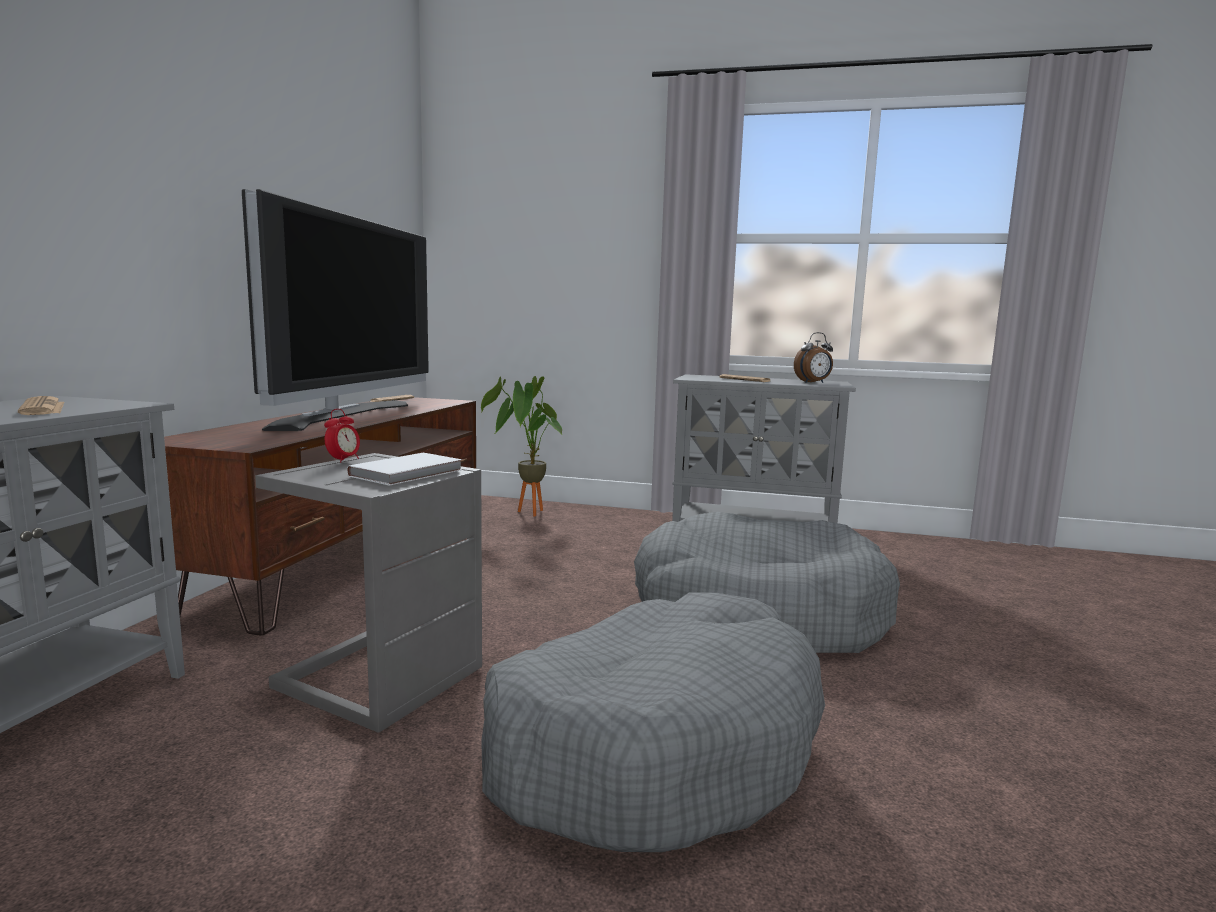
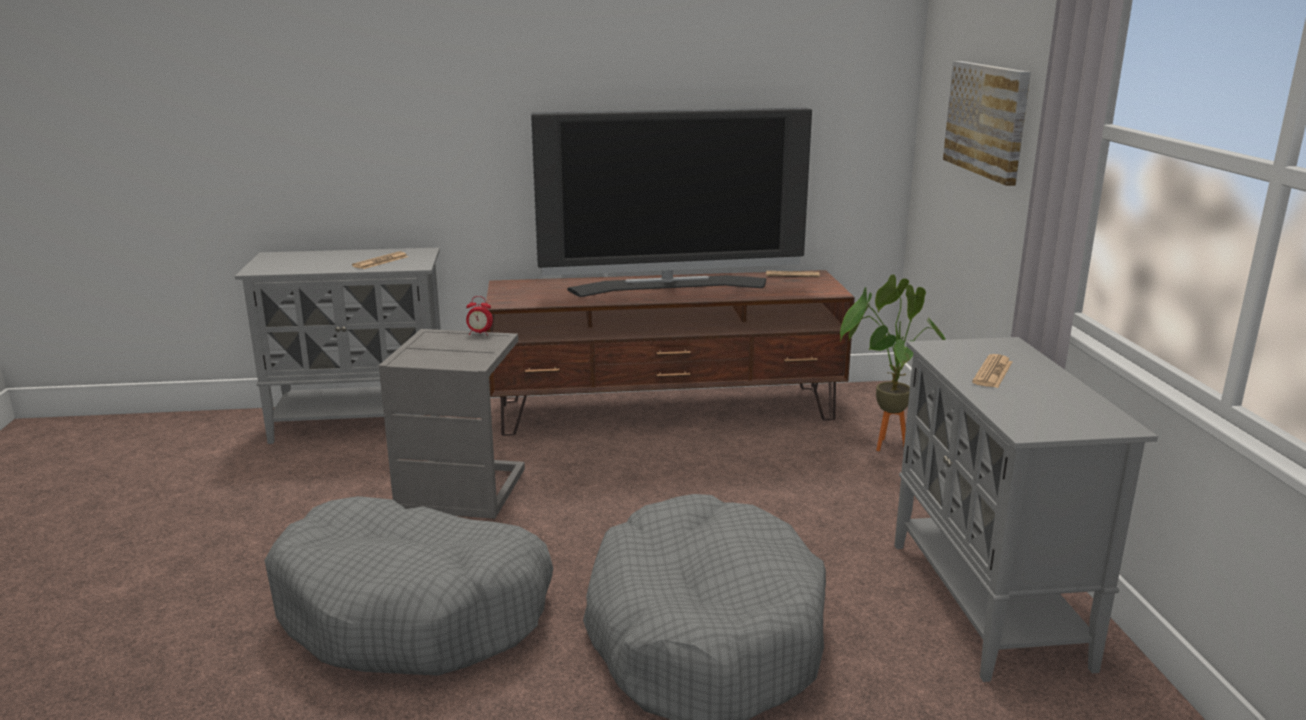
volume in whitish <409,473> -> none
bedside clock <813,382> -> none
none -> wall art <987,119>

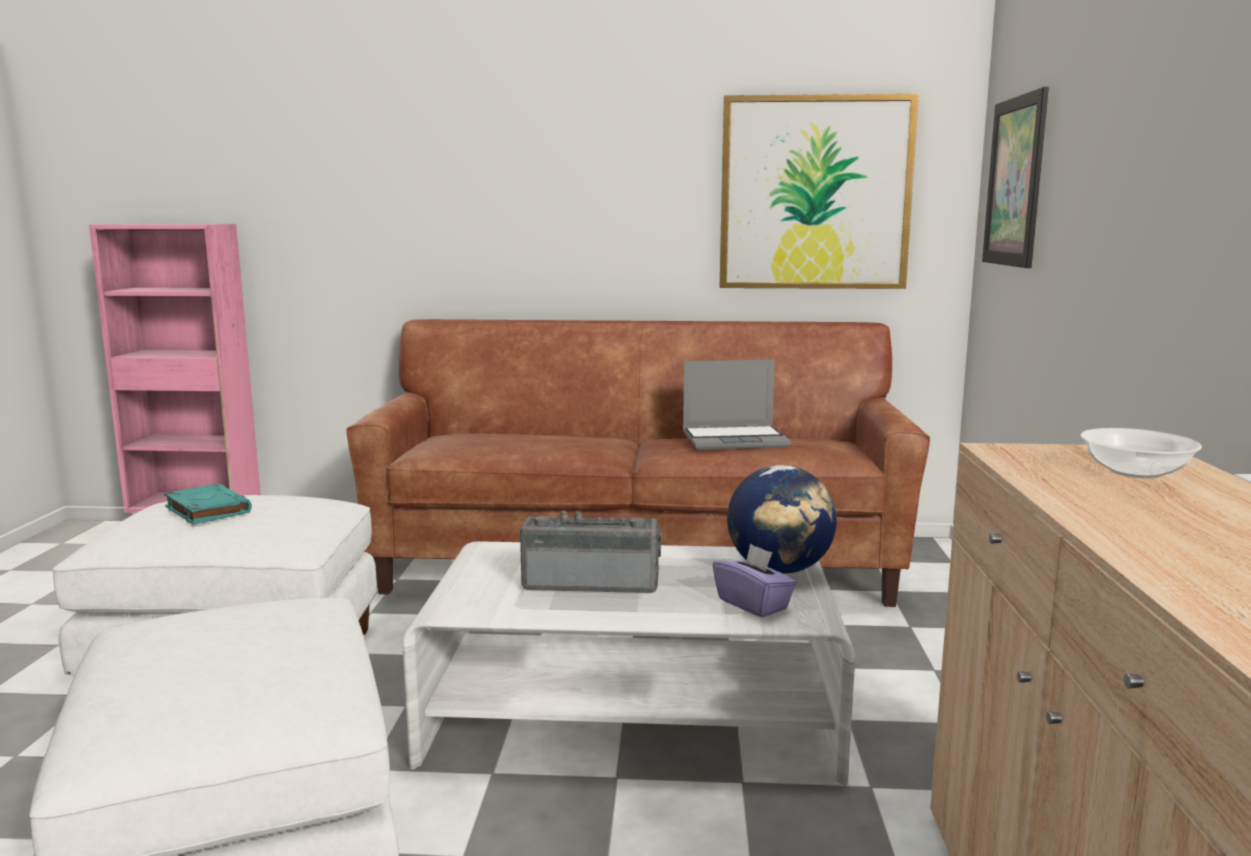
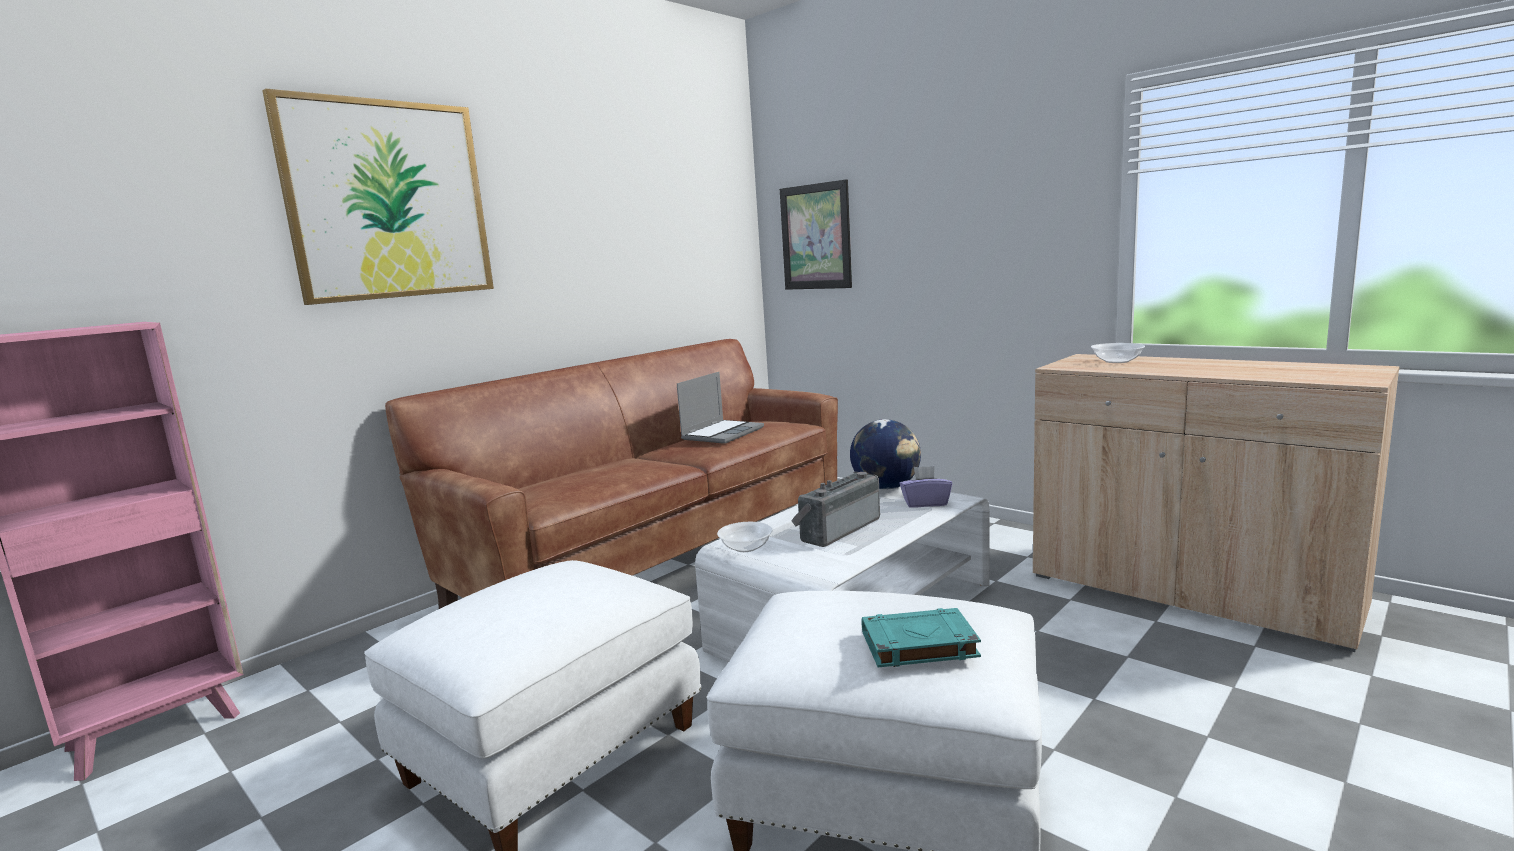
volume in turquoise-coloured <207,510> -> volume in turquoise-coloured <917,645>, shifted
wall art <815,193> -> wall art <389,201>, shifted
none -> bowl <745,547>

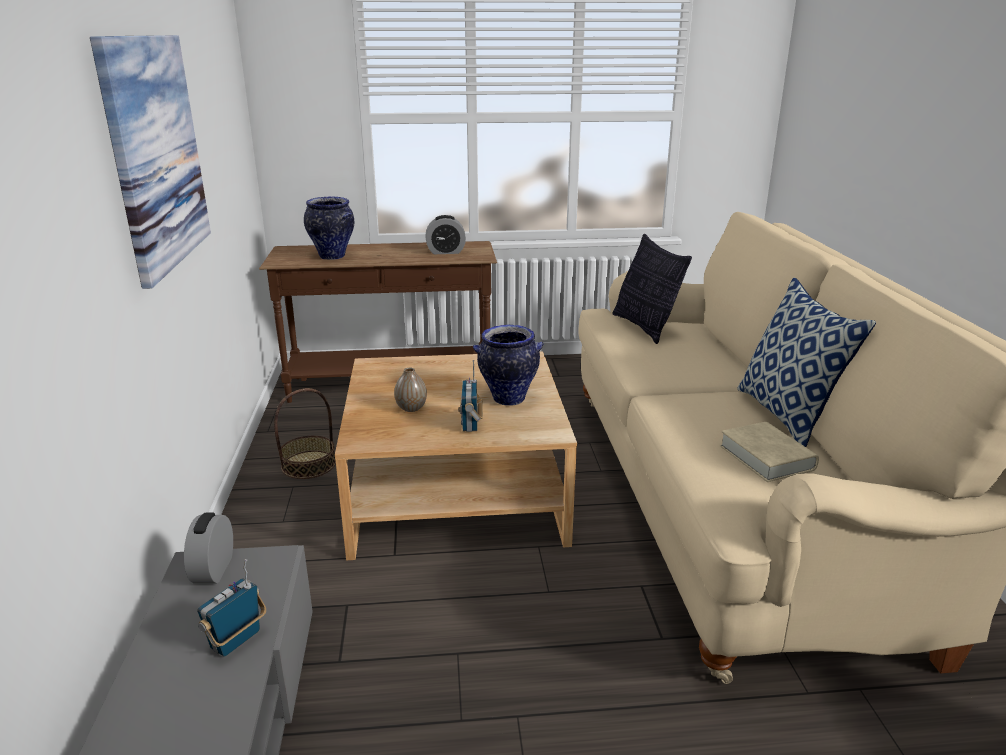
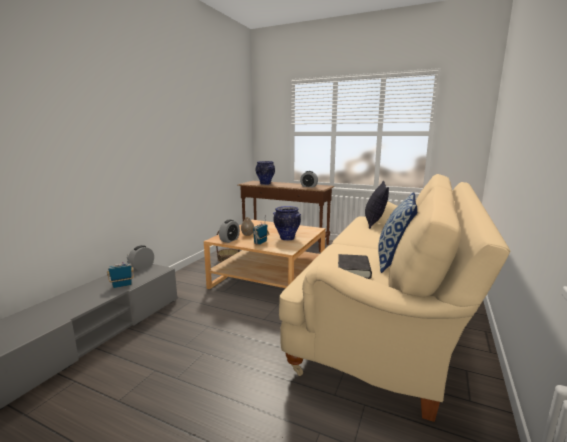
wall art <156,153> -> none
volume in beige-coloured <766,458> -> volume in blackish <353,270>
none -> bedside clock <229,240>

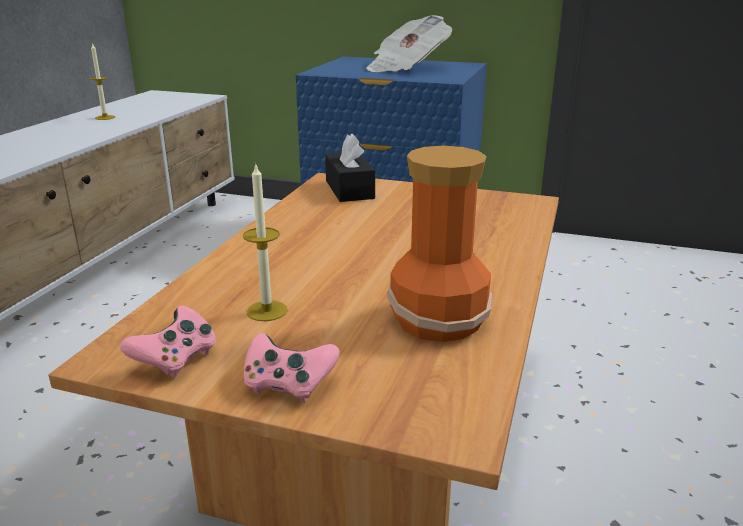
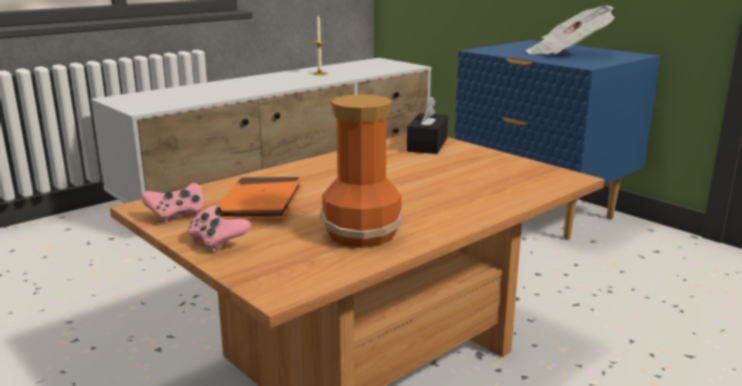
wax candle <267,311> -> volume in orange <260,204>

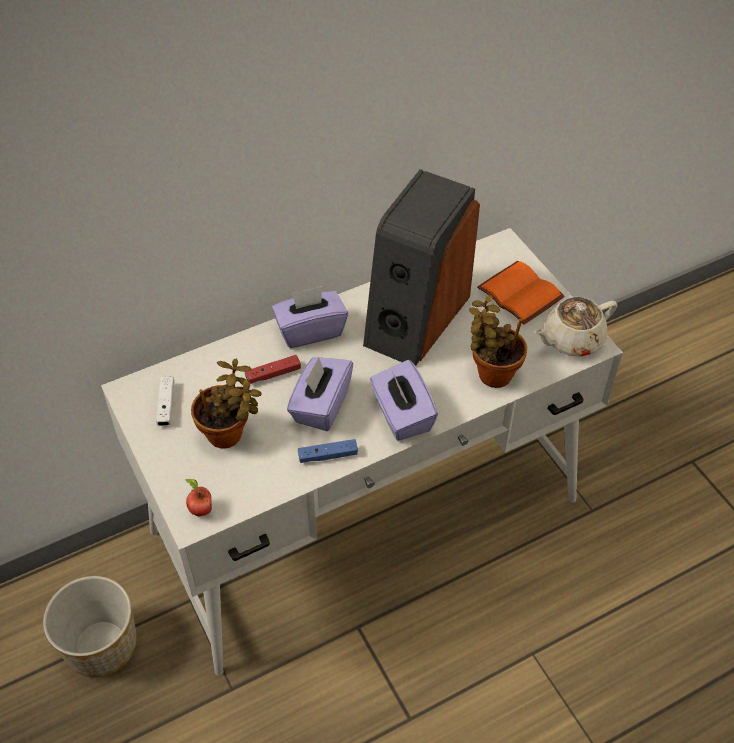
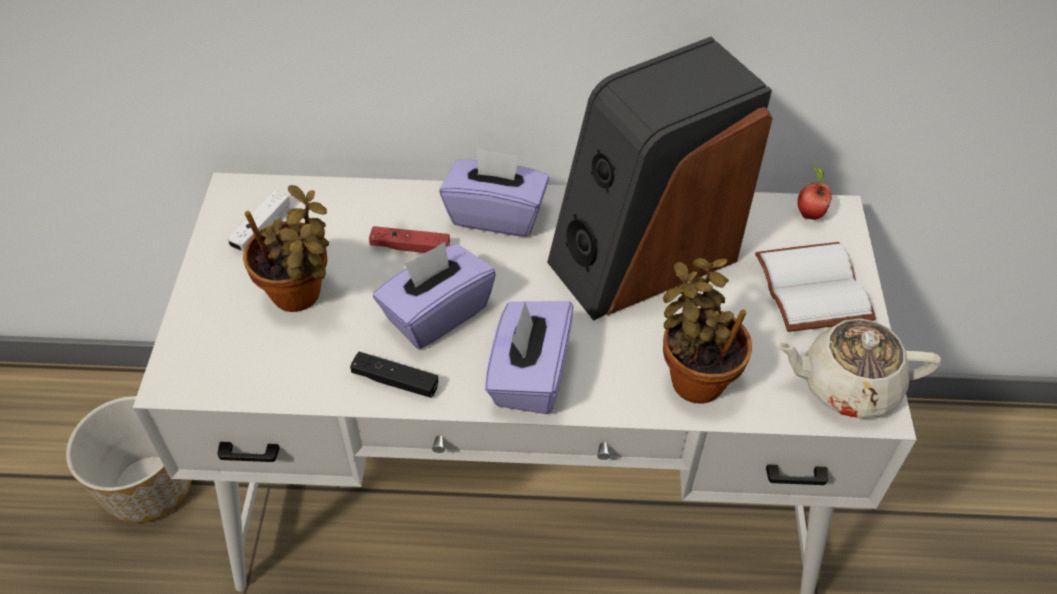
apple fruit <200,510> -> apple fruit <808,213>, shifted
game controller in blue <328,455> -> game controller in blackish <395,381>
volume in orange <522,293> -> volume in whitish <816,289>

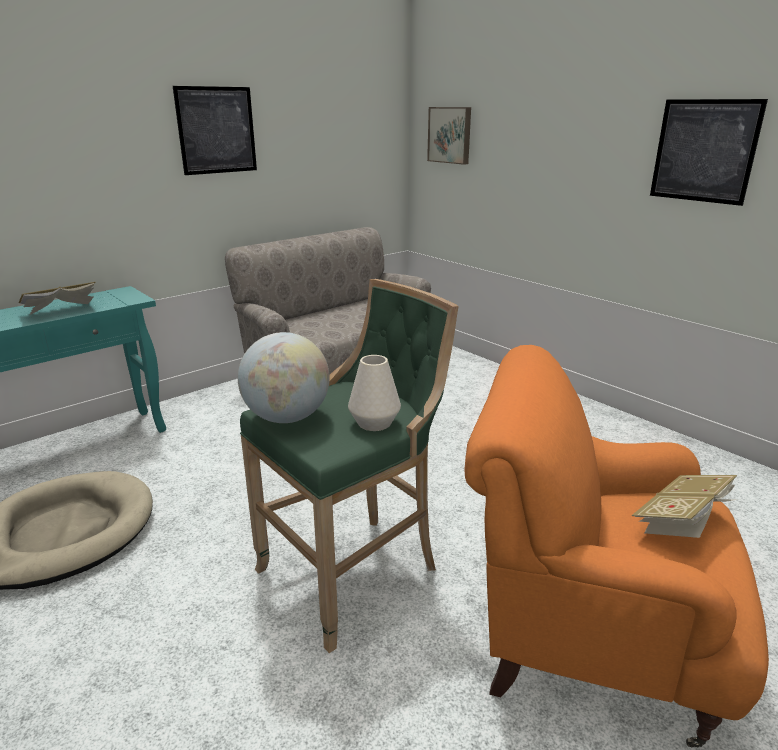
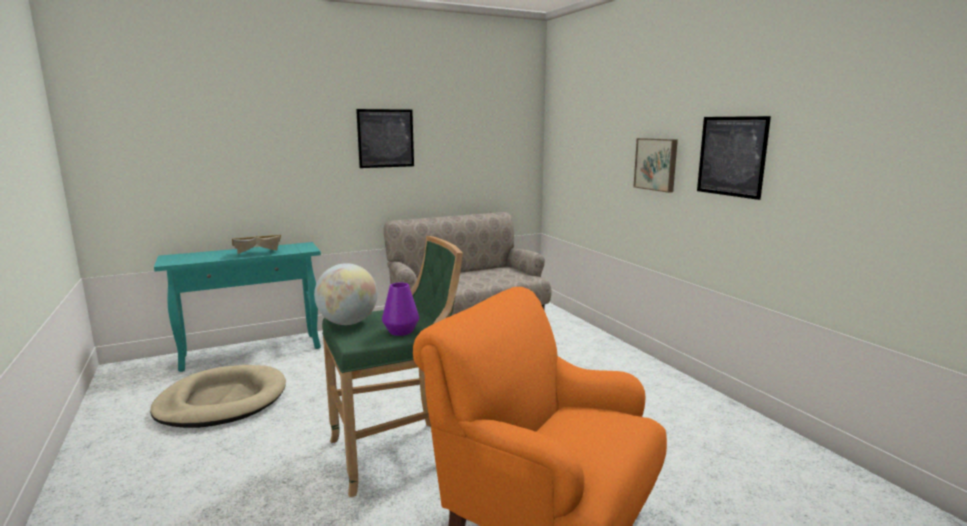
flower vase in whitish <374,423> -> flower vase in purple <400,331>
wall art <450,135> -> wall art <656,164>, shifted
volume <682,523> -> none

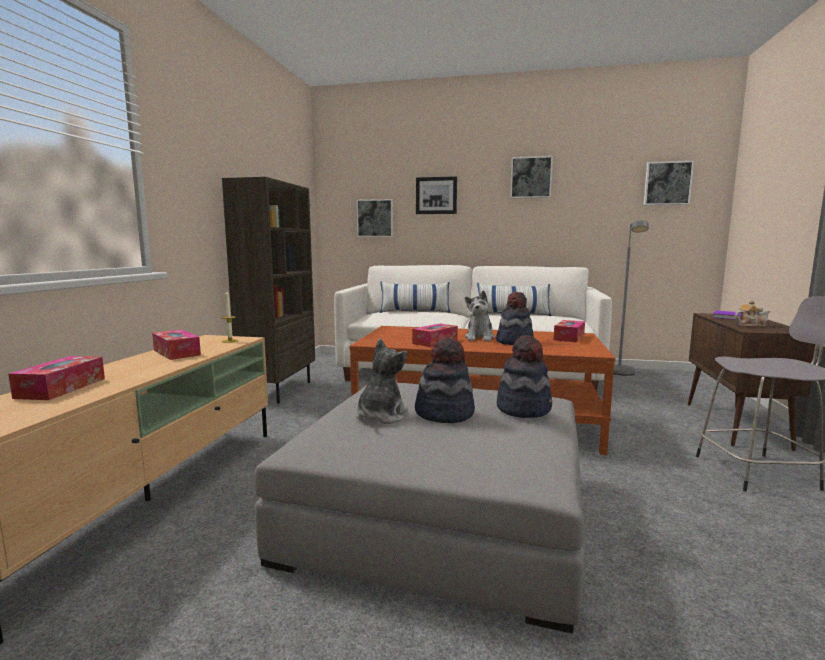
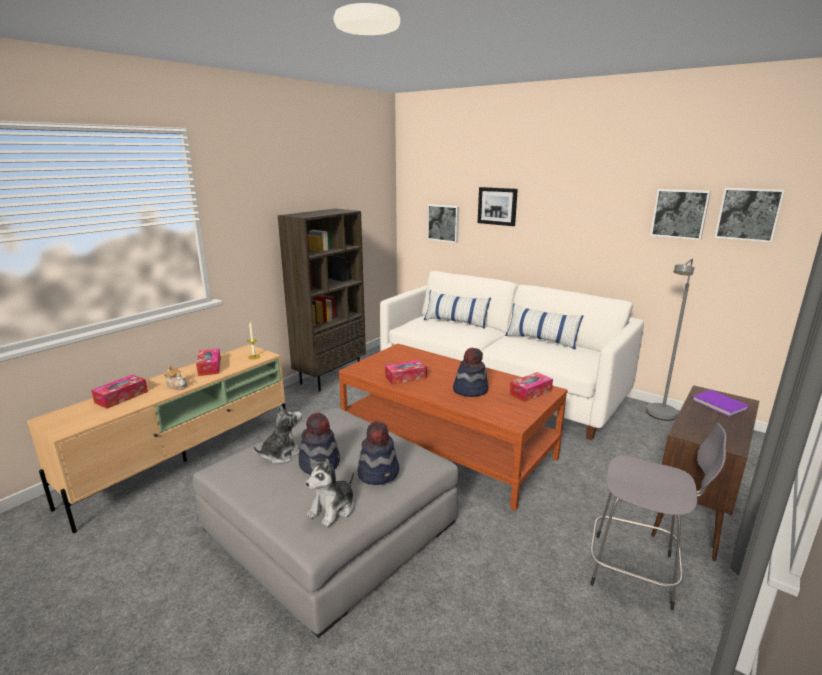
plush toy <479,338> -> plush toy <333,509>, shifted
wall art <531,177> -> wall art <679,213>, shifted
pot for tea <750,325> -> pot for tea <177,386>, shifted

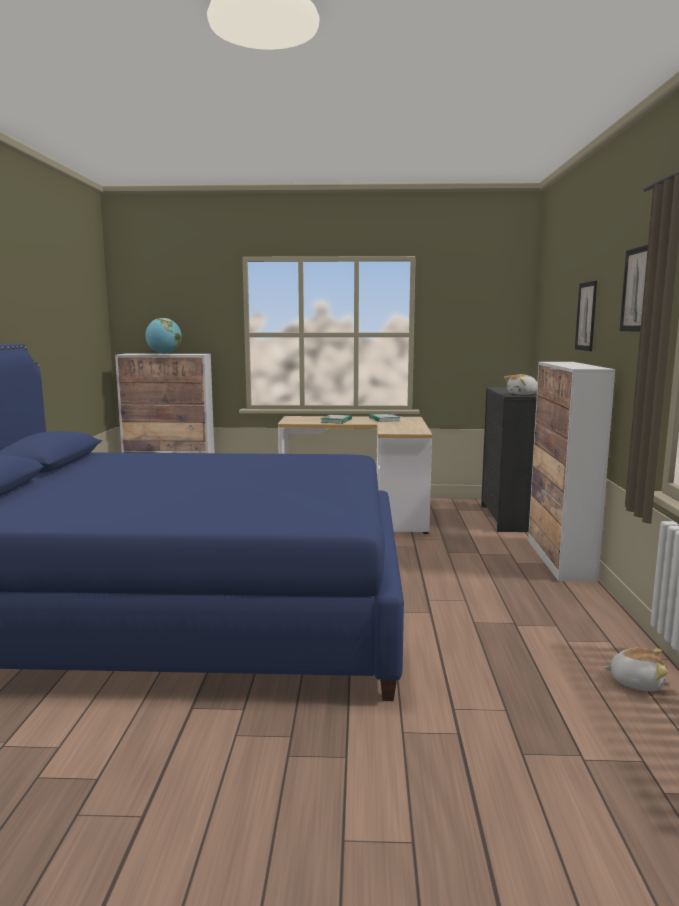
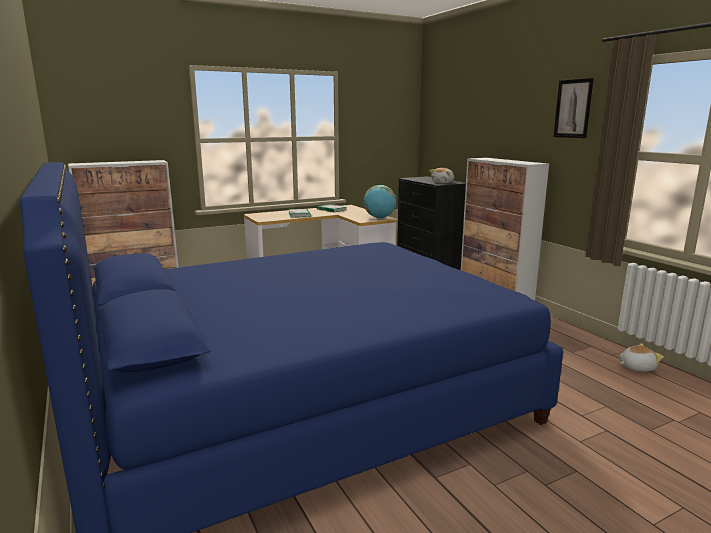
globe <164,354> -> globe <379,218>, shifted
wall art <586,316> -> none

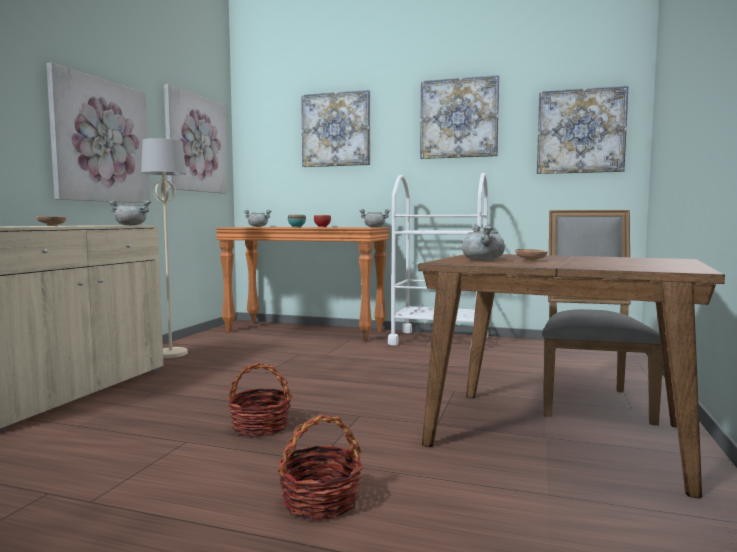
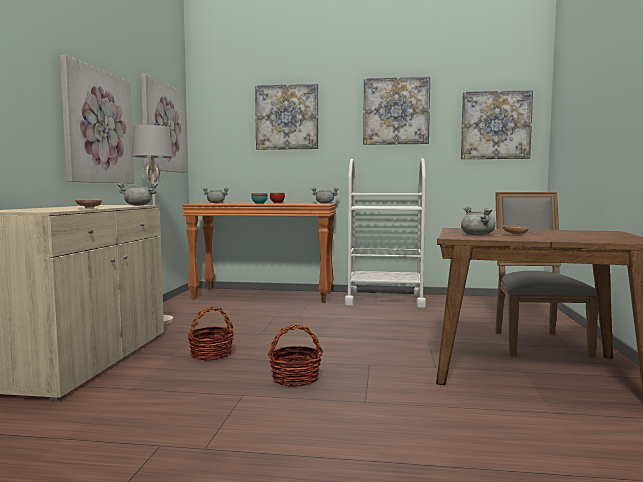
household basket <320,502> -> household basket <211,354>, shifted

